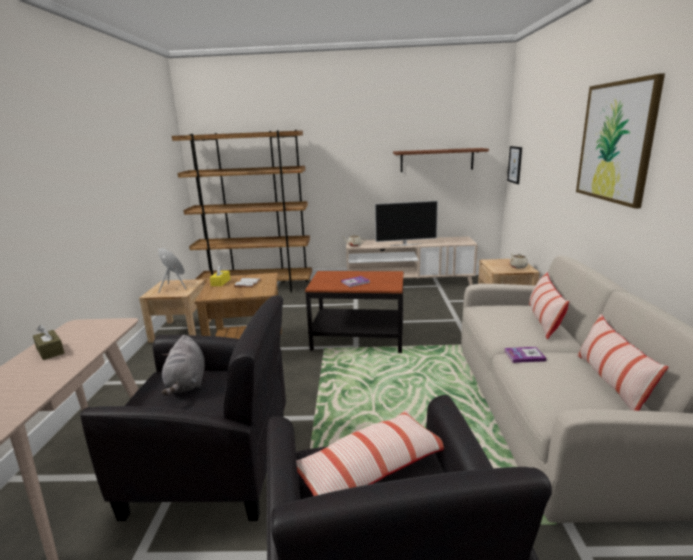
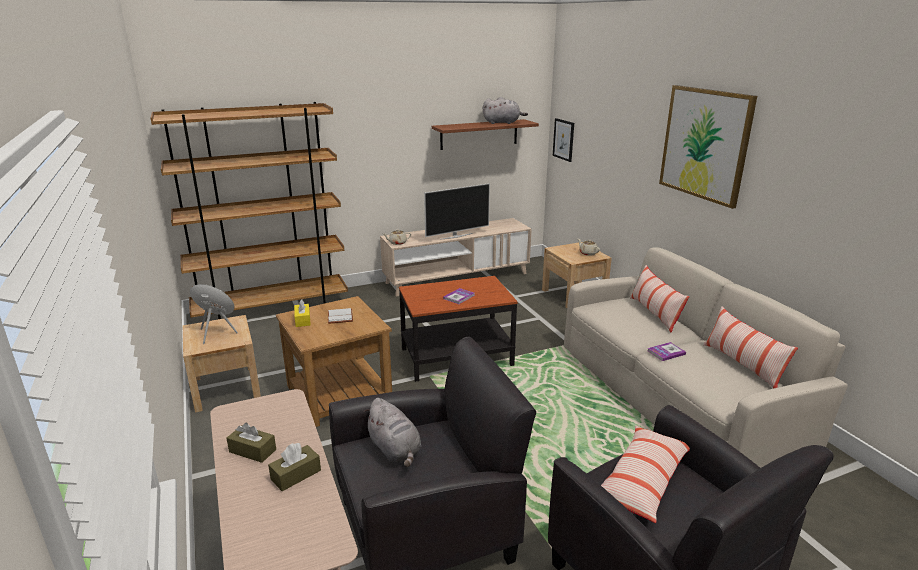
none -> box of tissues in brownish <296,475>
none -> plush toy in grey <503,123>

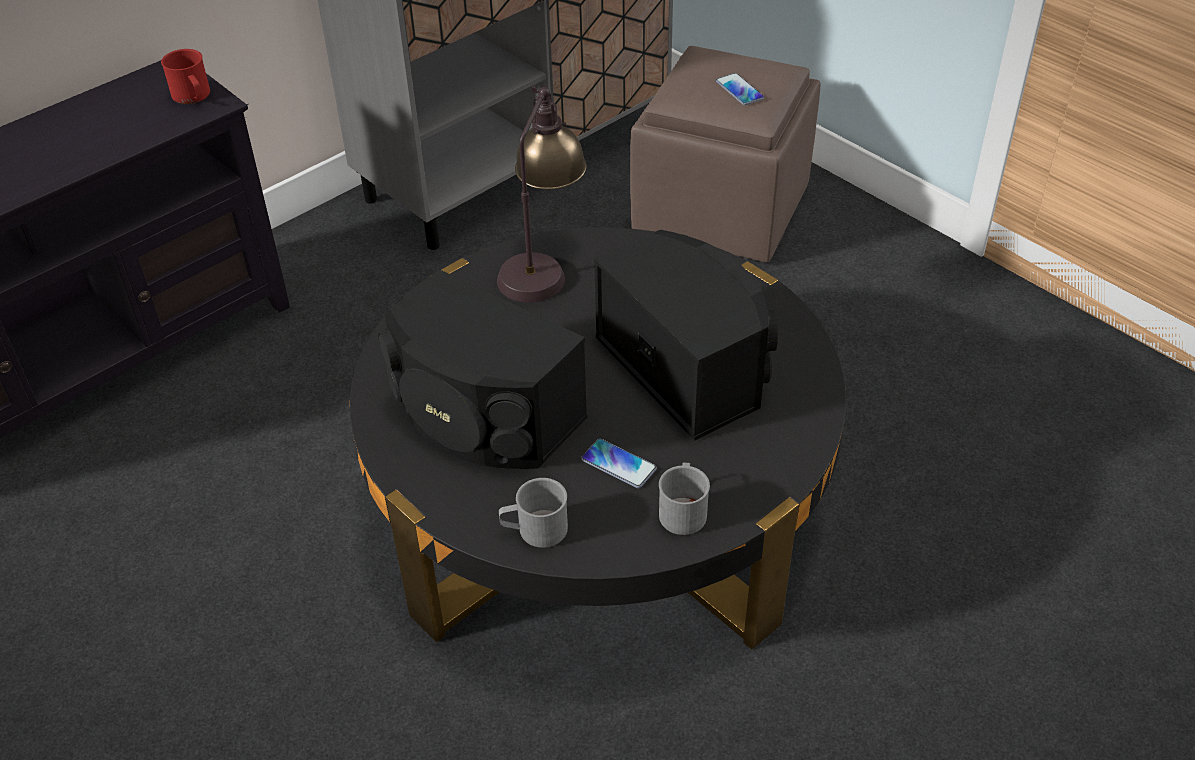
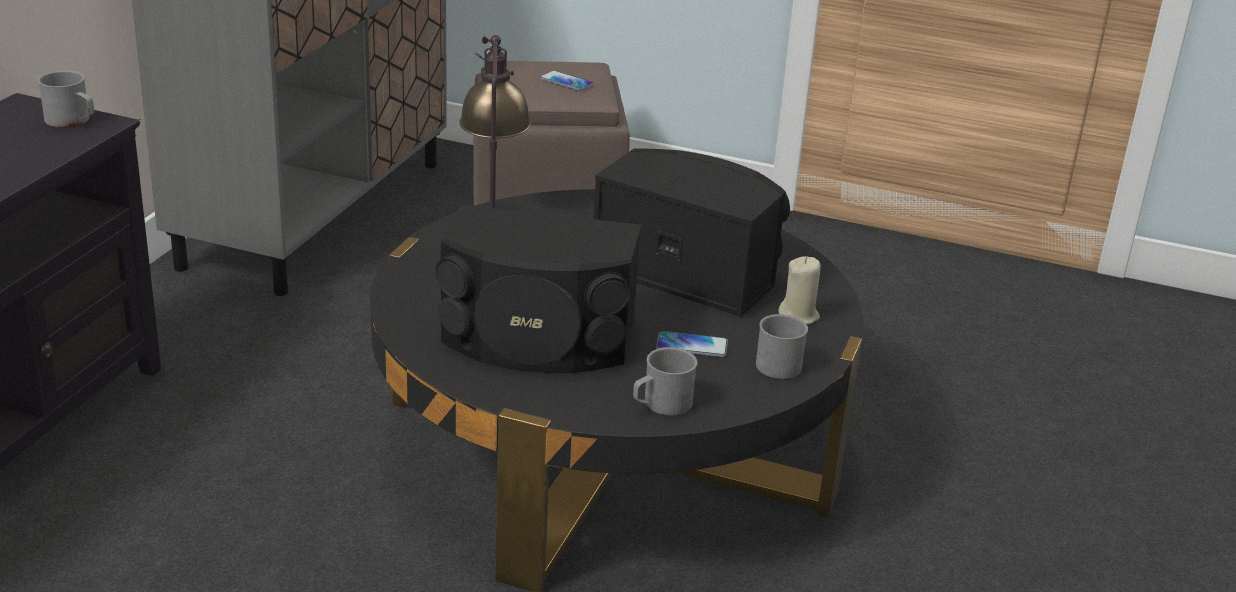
mug in red <193,97> -> mug in grey <72,121>
none -> wax candle in beige-coloured <799,316>

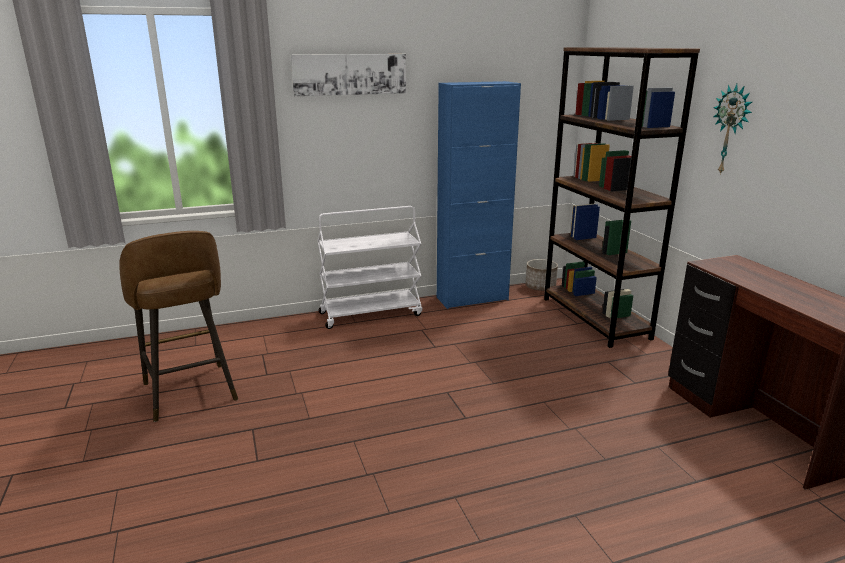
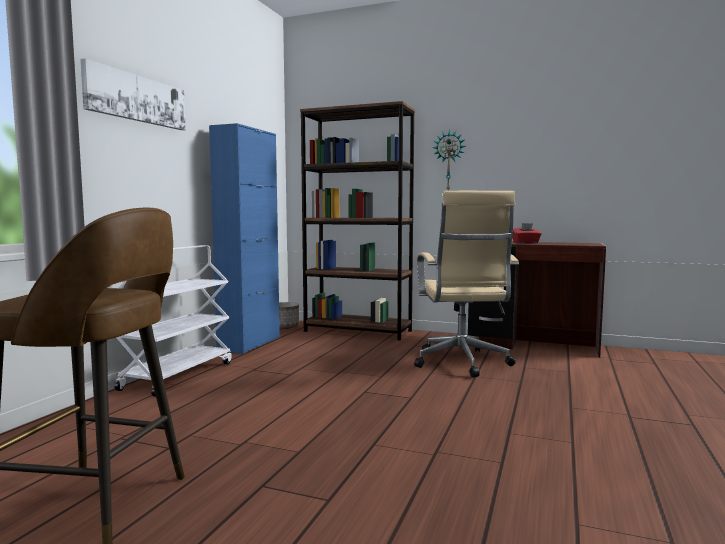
none -> office chair in beige-coloured <462,363>
none -> box of tissues in red <525,243>

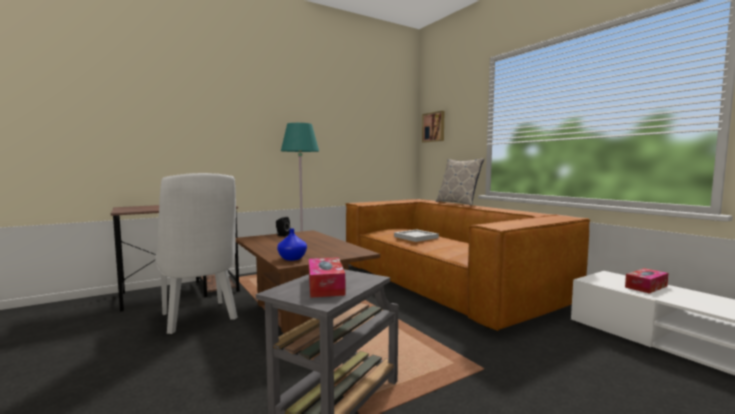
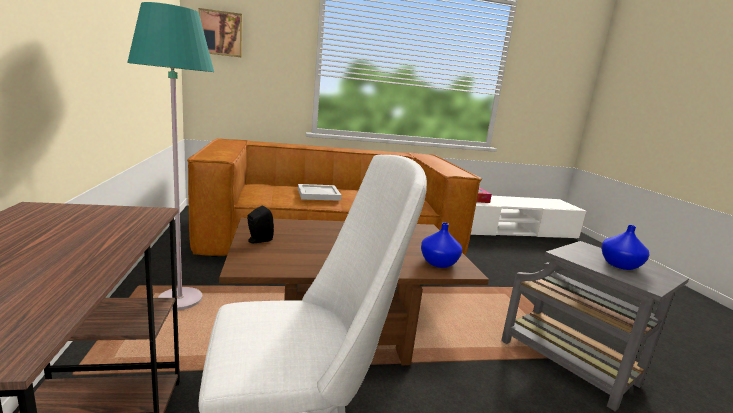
box of tissues <325,286> -> flower vase in blue <619,265>
cushion <458,203> -> none

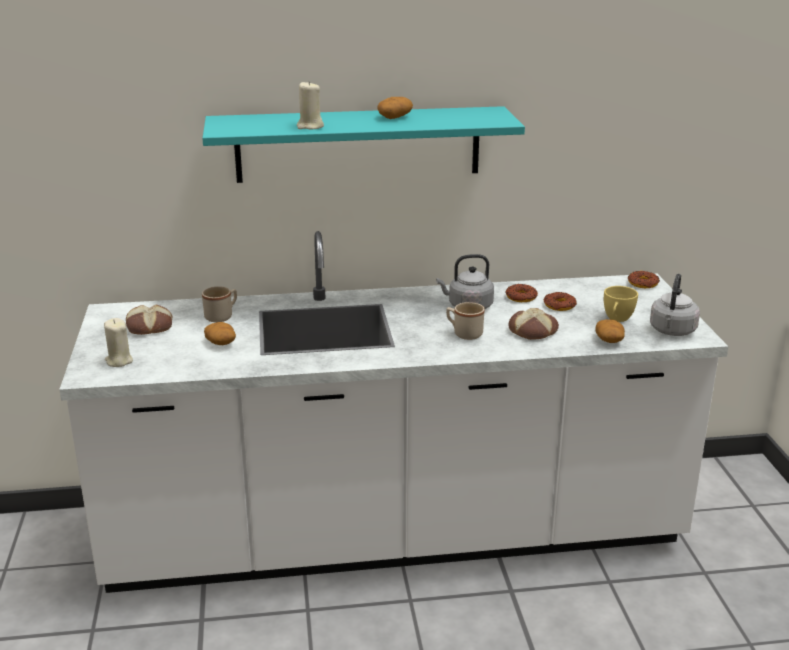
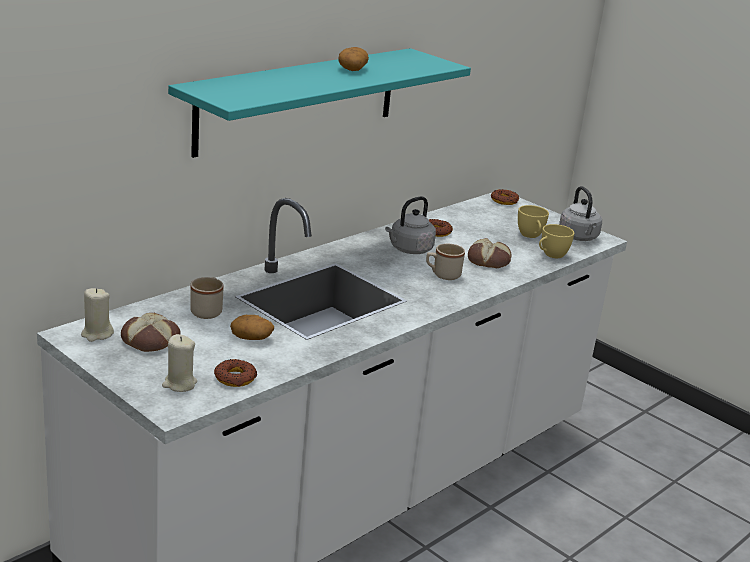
wax candle in beige-coloured <310,126> -> wax candle in beige-coloured <97,334>, shifted
donut <559,305> -> donut <235,378>, shifted
spud <609,340> -> drinking cup in yellow-coloured <551,255>

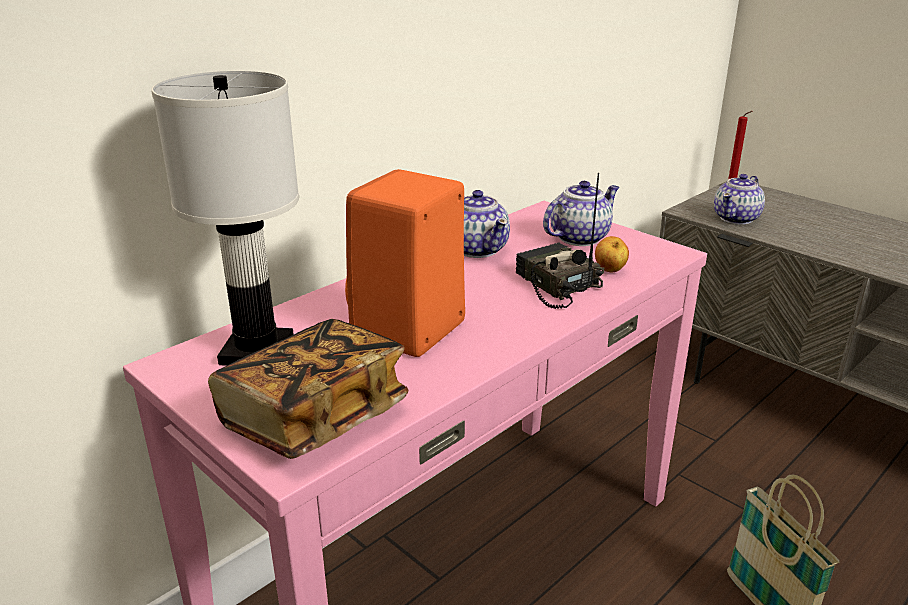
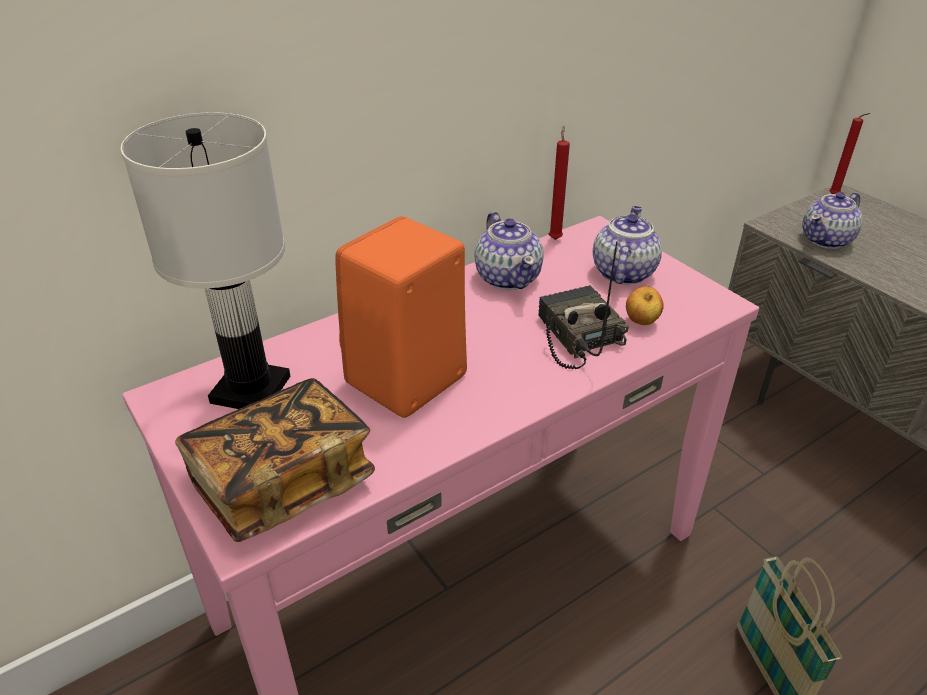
pot for tea <579,237> -> pot for tea <622,272>, 45 degrees counterclockwise
none -> wax candle in red <555,238>

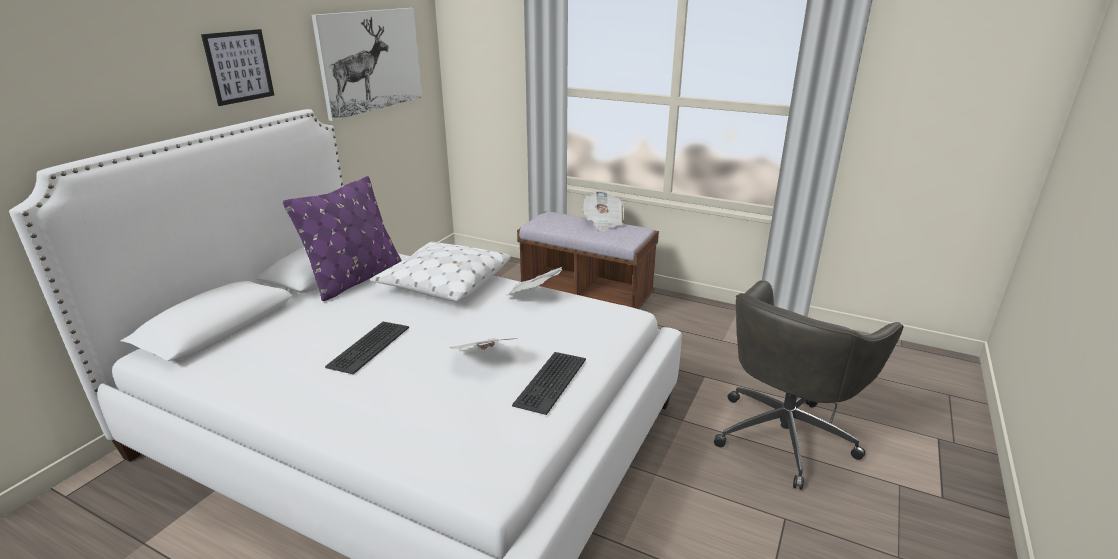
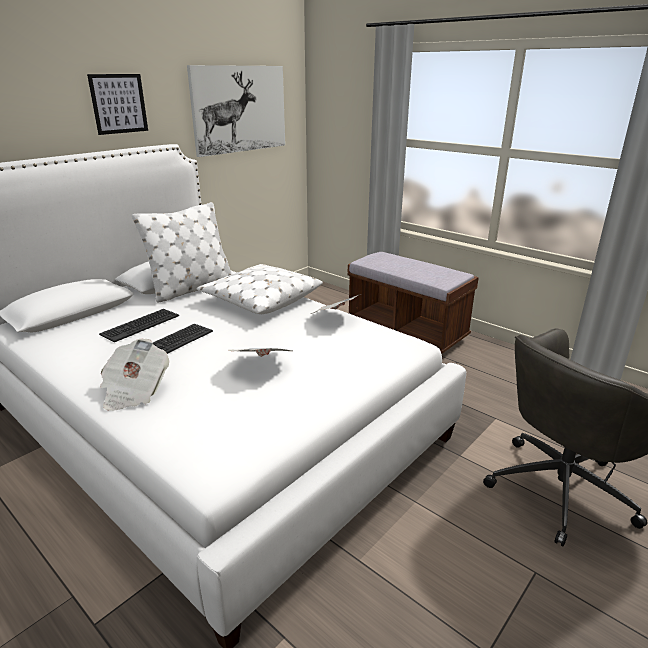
cushion in purple <355,279> -> cushion in whitish <192,288>
computer keyboard <550,382> -> computer keyboard <140,325>, shifted
printed paper <603,222> -> printed paper <134,391>, shifted

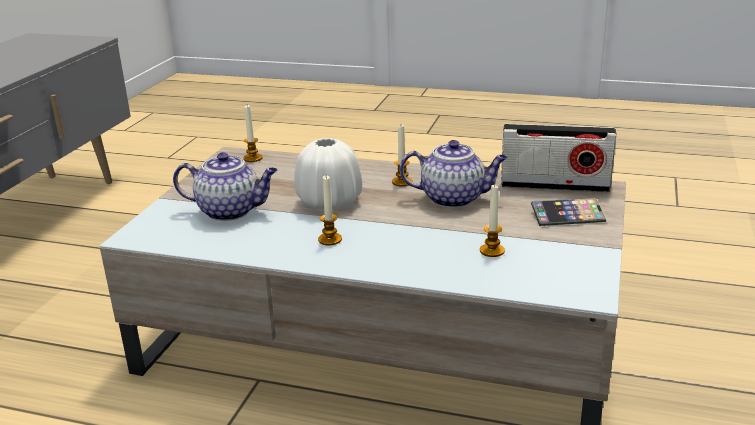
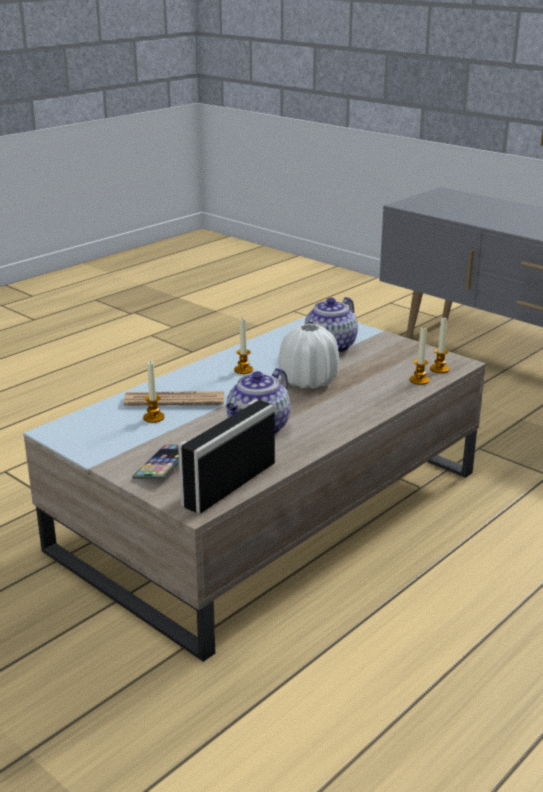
wax candle <402,182> -> wax candle <419,380>, shifted
none -> printed paper <174,400>

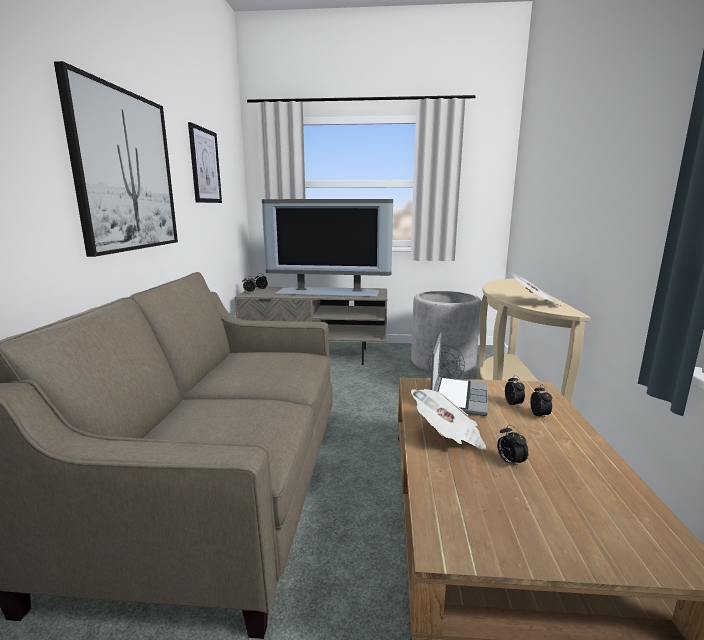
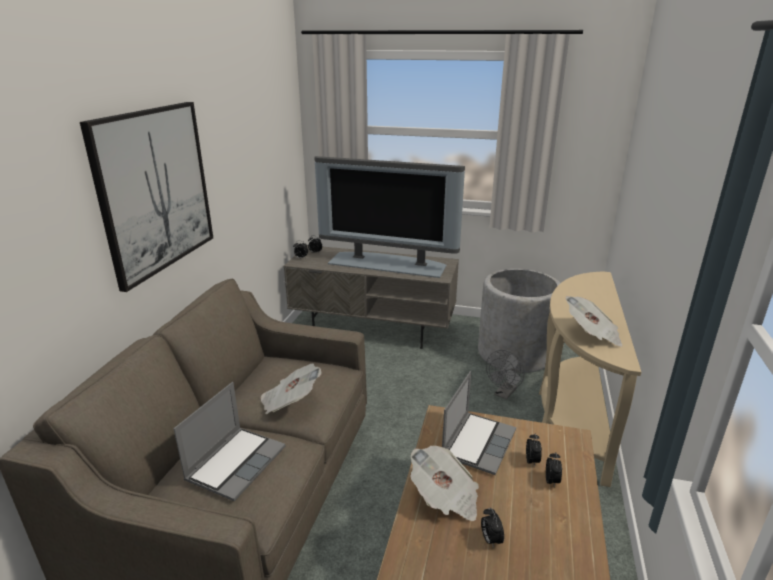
wall art <205,166> -> none
none -> portable computer <236,463>
none -> printed paper <290,402>

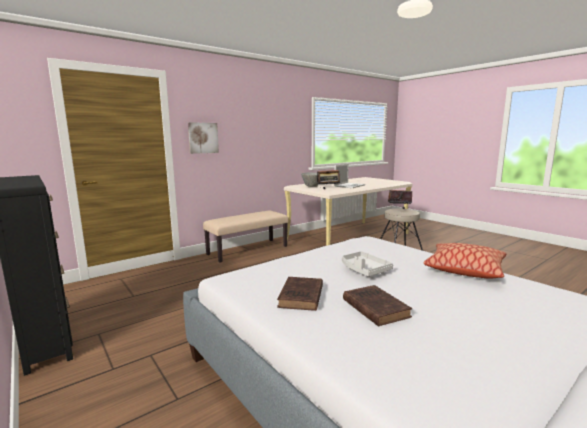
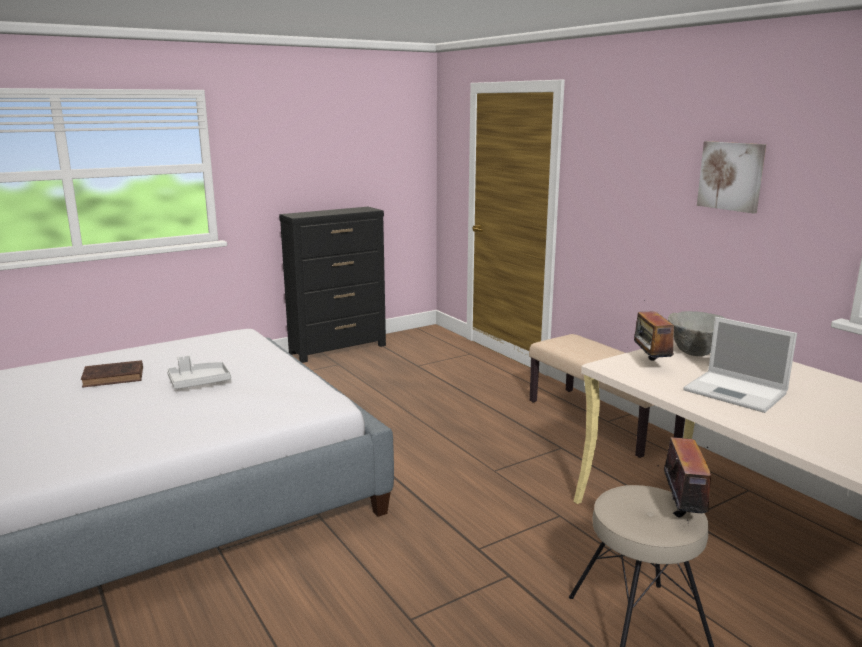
wall art <203,138> -> wall art <731,176>, shifted
volume in brownish <301,297> -> none
cushion <464,269> -> none

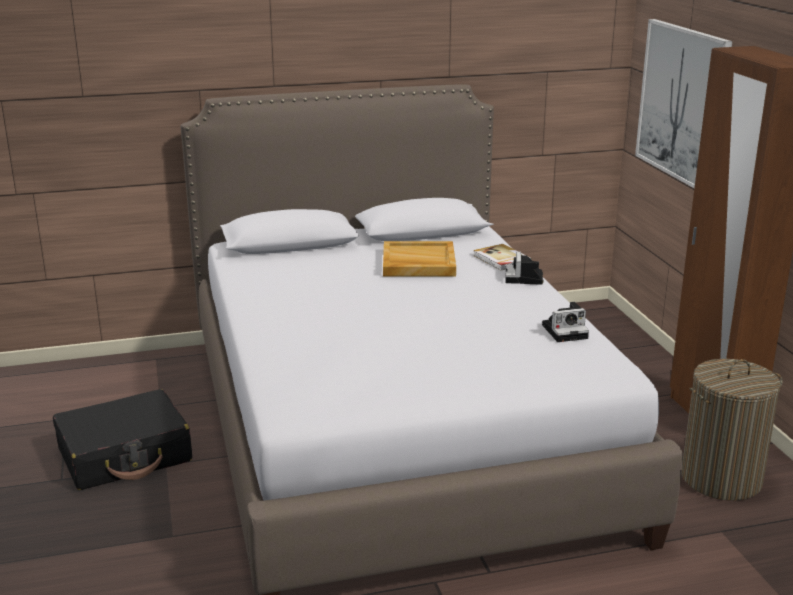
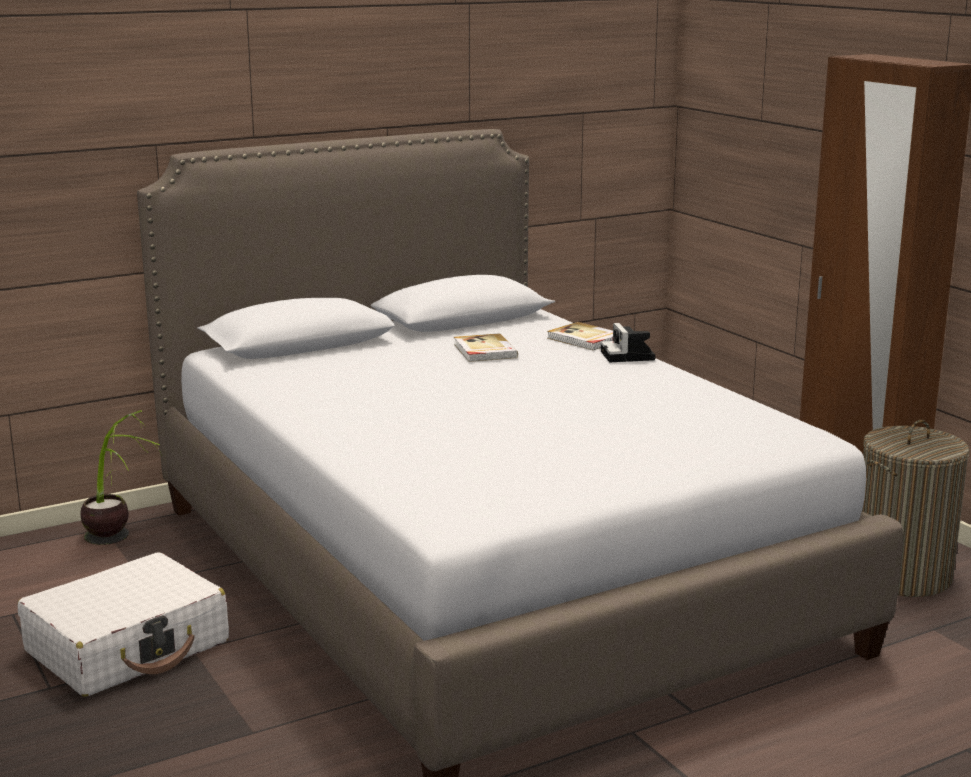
travel case in blackish <125,455> -> travel case in whitish <128,647>
carrying tray in beige-coloured <418,263> -> volume <484,351>
photo camera <566,331> -> none
wall art <682,103> -> none
none -> houseplant <119,544>

